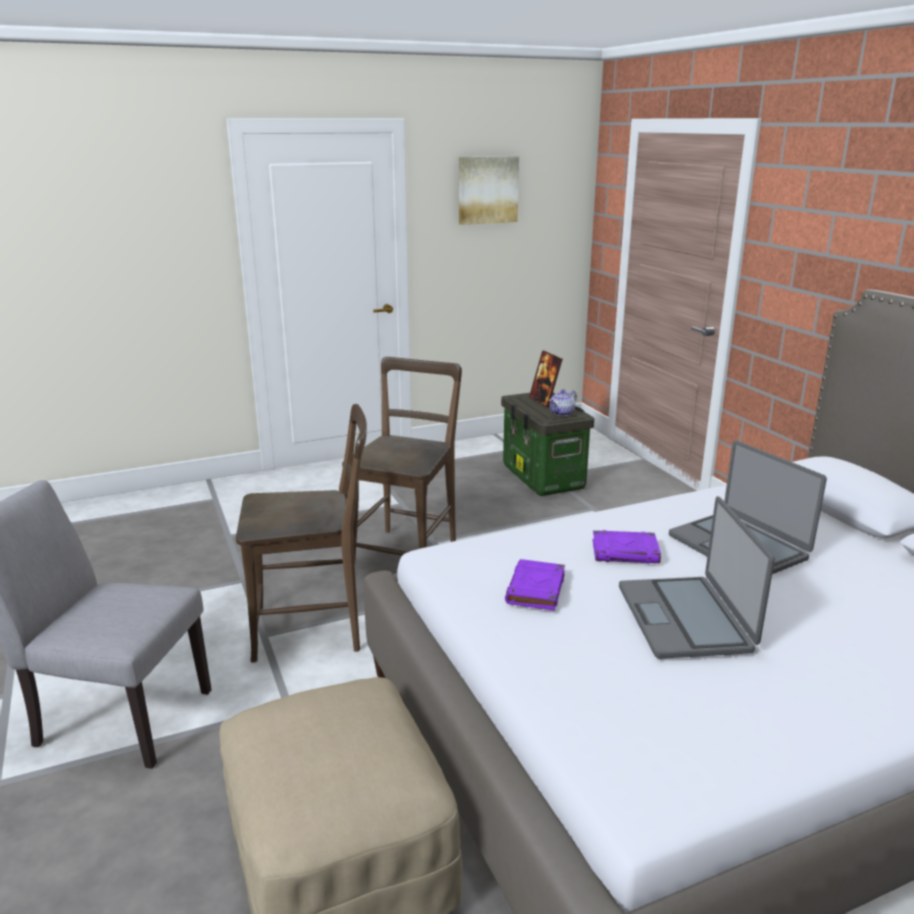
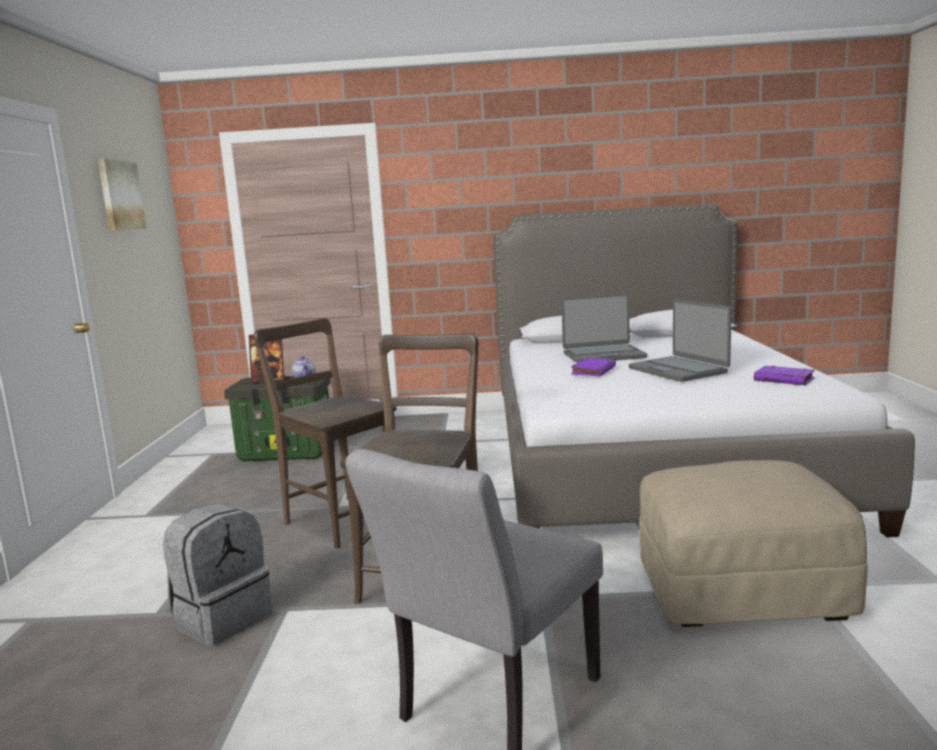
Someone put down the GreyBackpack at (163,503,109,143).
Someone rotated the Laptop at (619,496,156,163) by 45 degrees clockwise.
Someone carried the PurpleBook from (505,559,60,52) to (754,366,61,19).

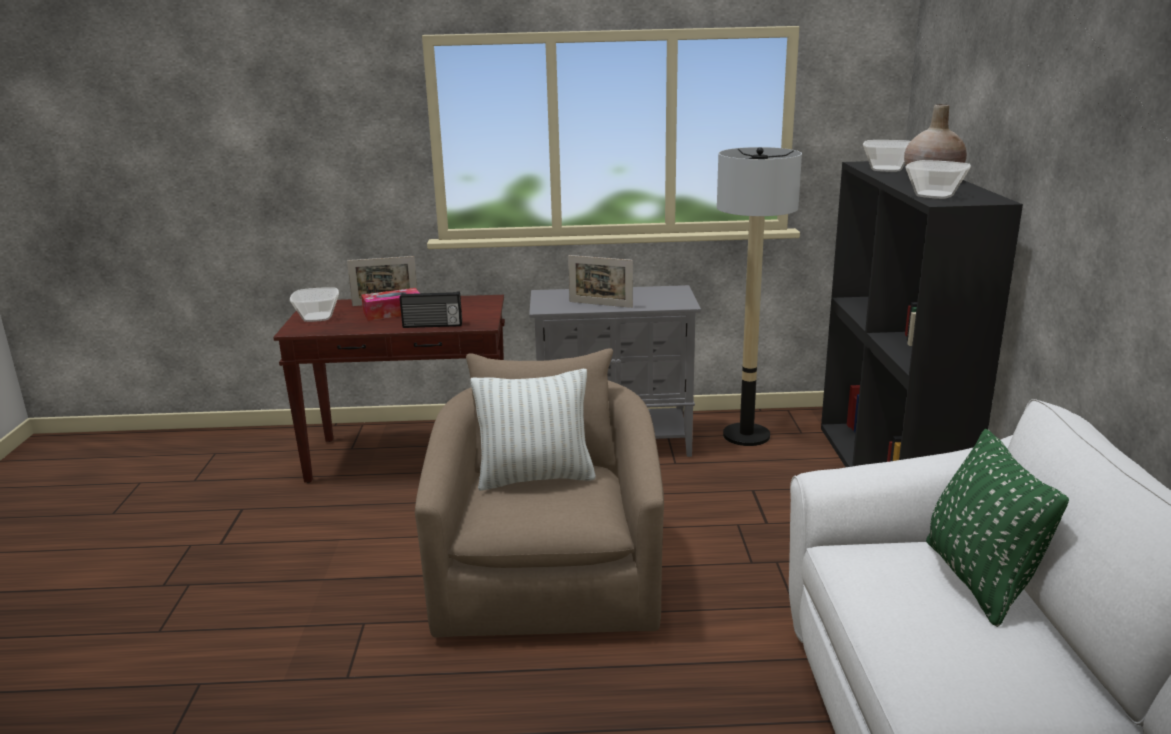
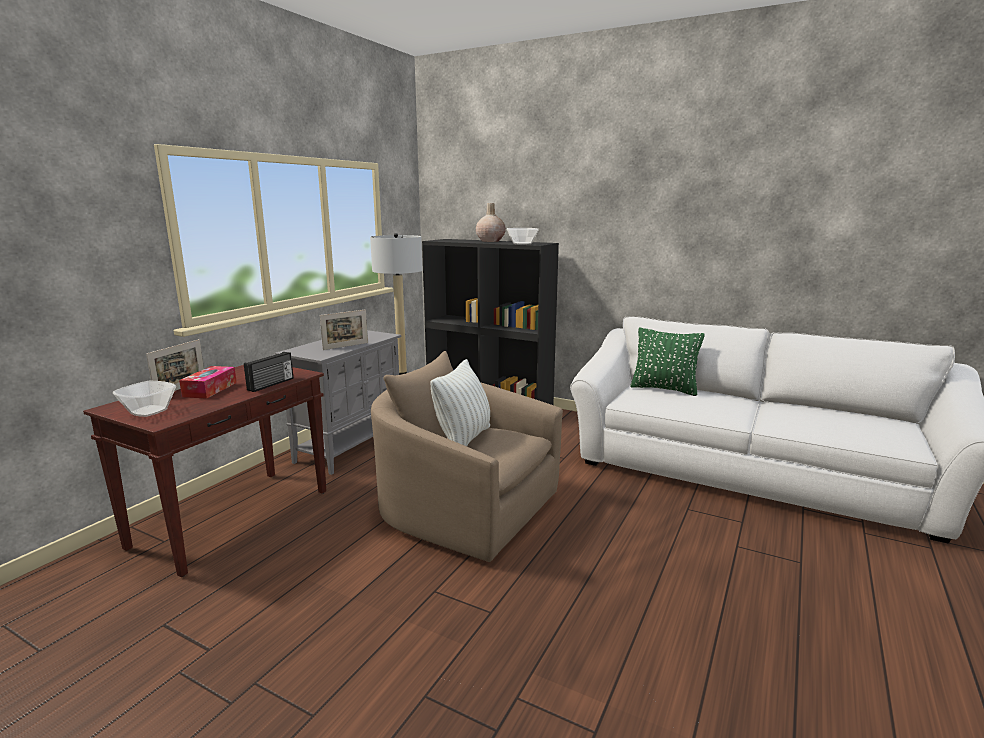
Someone took away the Bowl at (863,140,48,32).

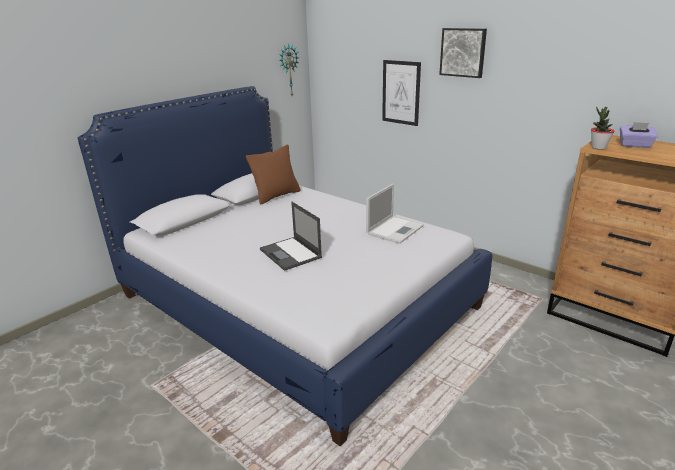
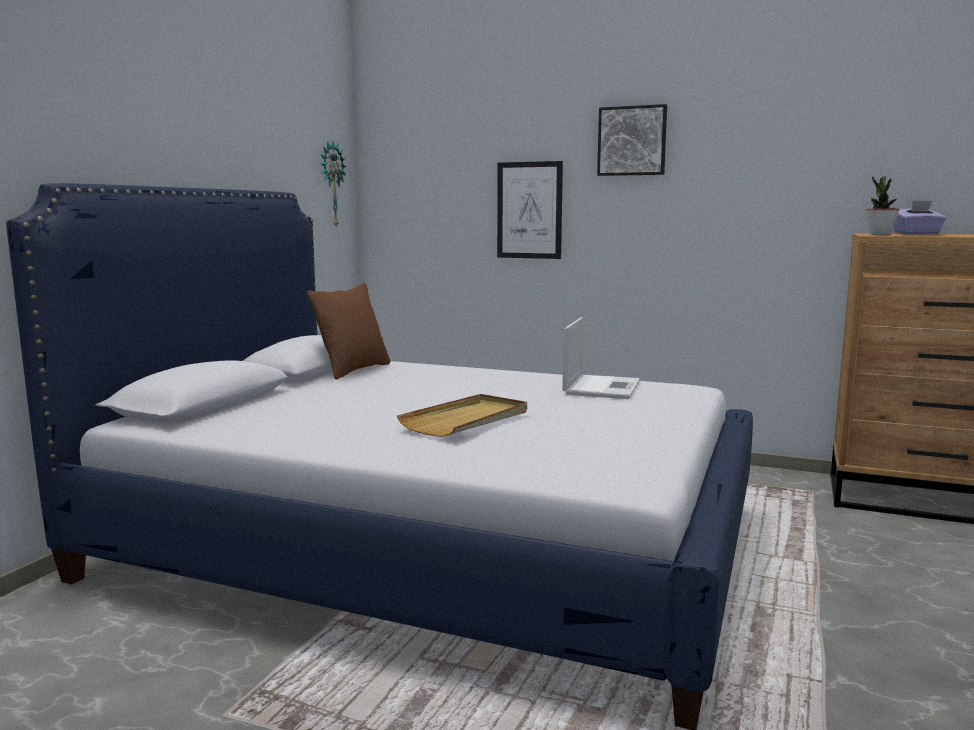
Someone swapped the Laptop at (260,202,62,69) for the BeigeTray at (397,394,130,43).

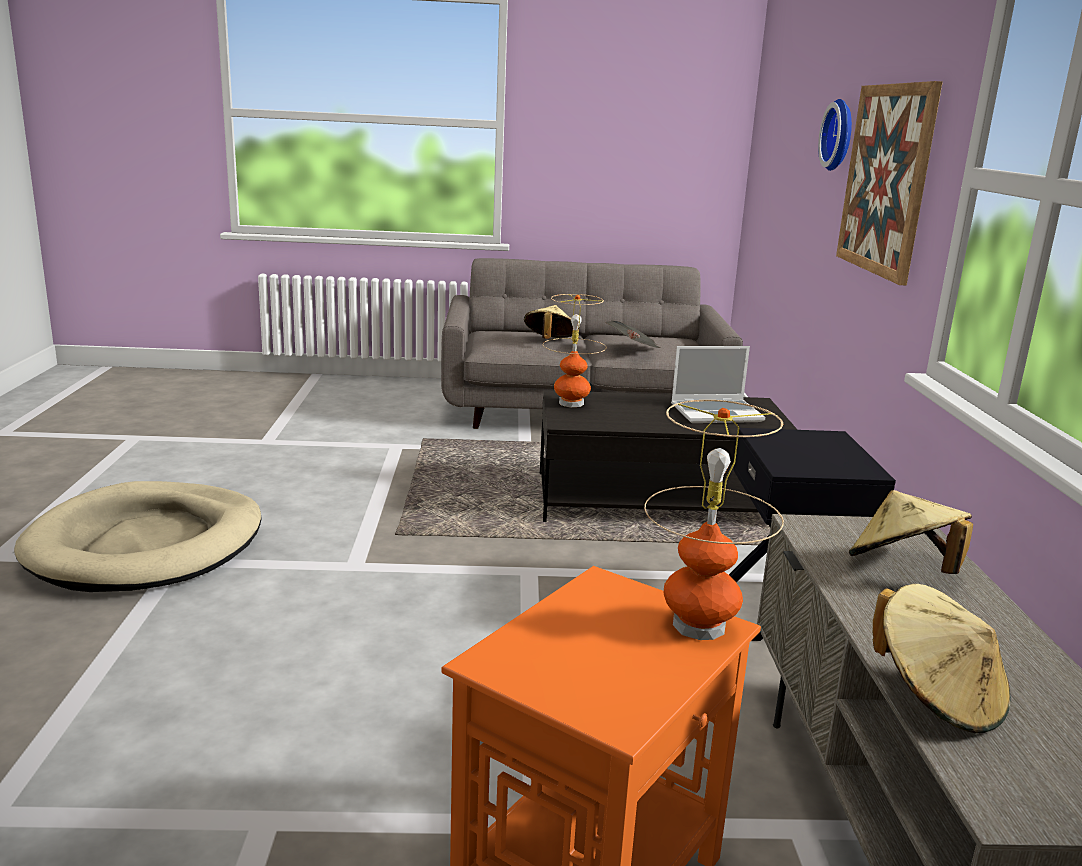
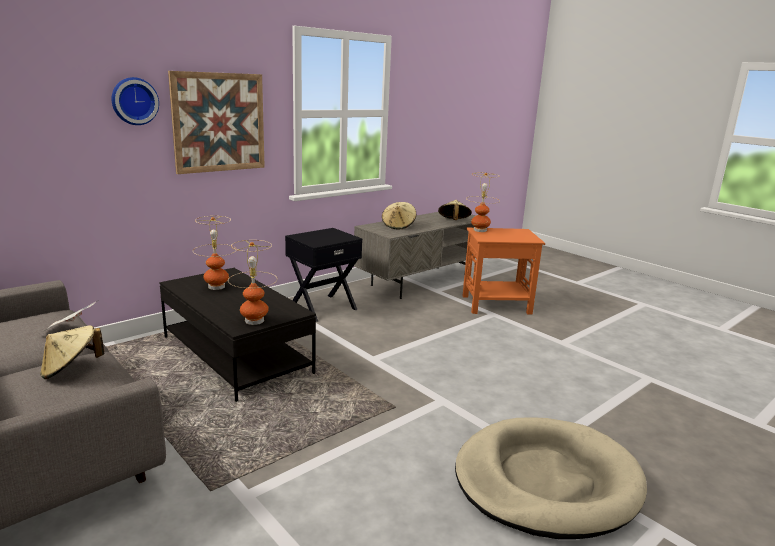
Someone swapped the Laptop at (671,346,94,77) for the TableLamp at (193,216,43,74).

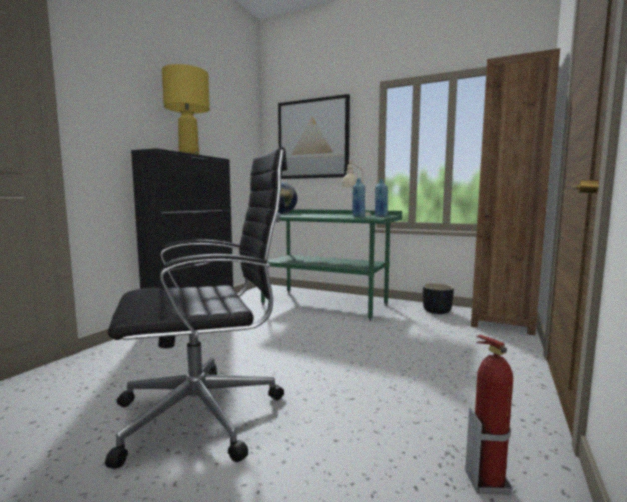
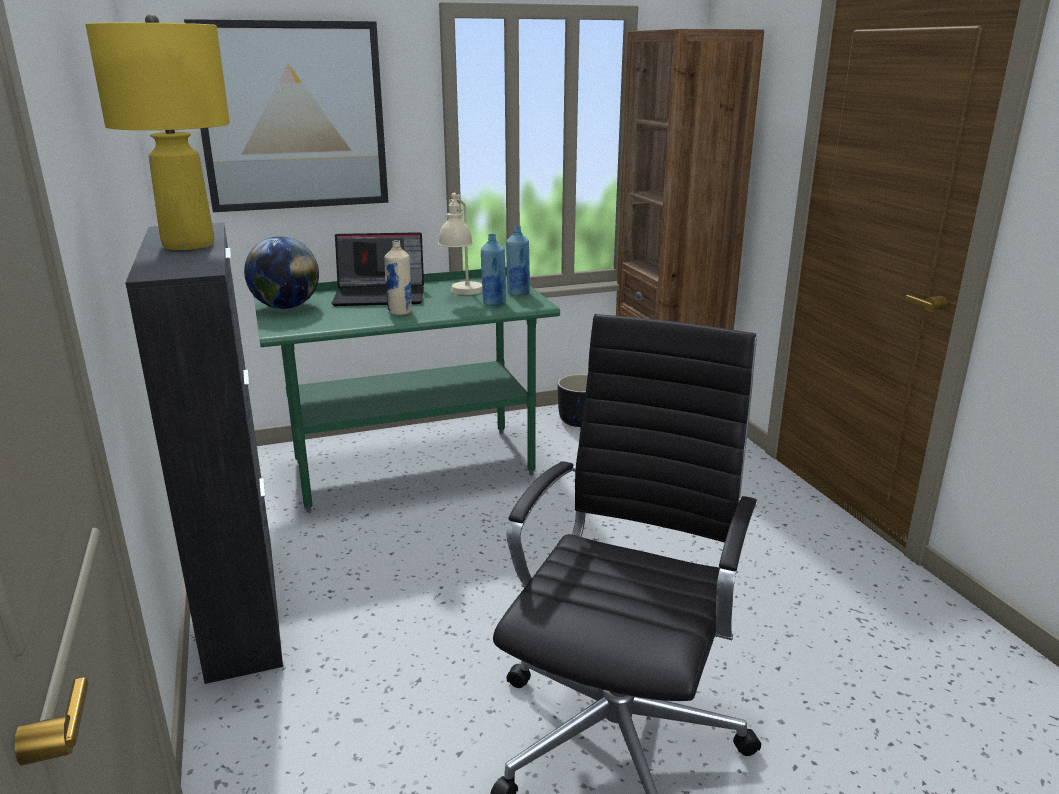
Someone put down the Laptop at (331,232,93,74).
Someone put down the BeigeBottle at (385,240,27,75).
Someone took away the FireExtinguisher at (465,335,48,160).

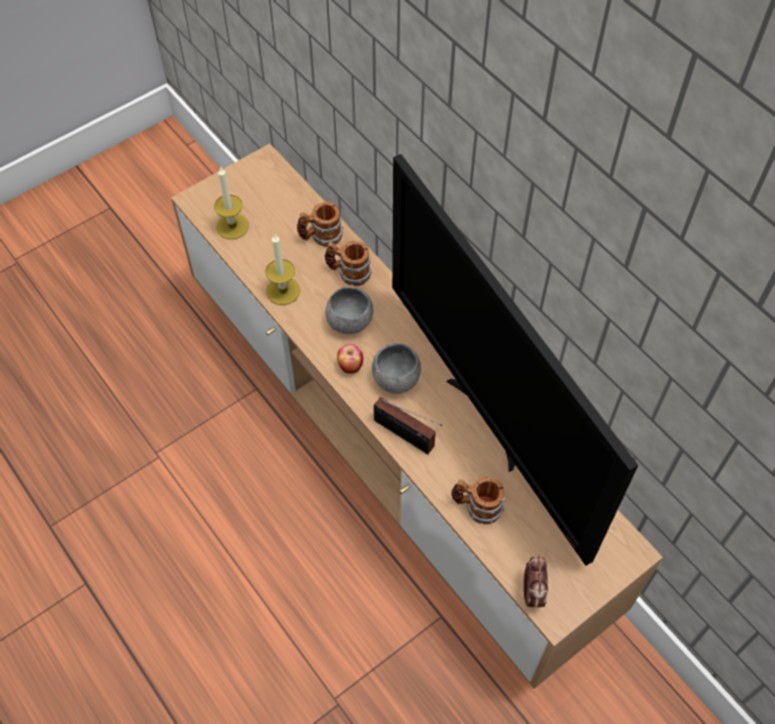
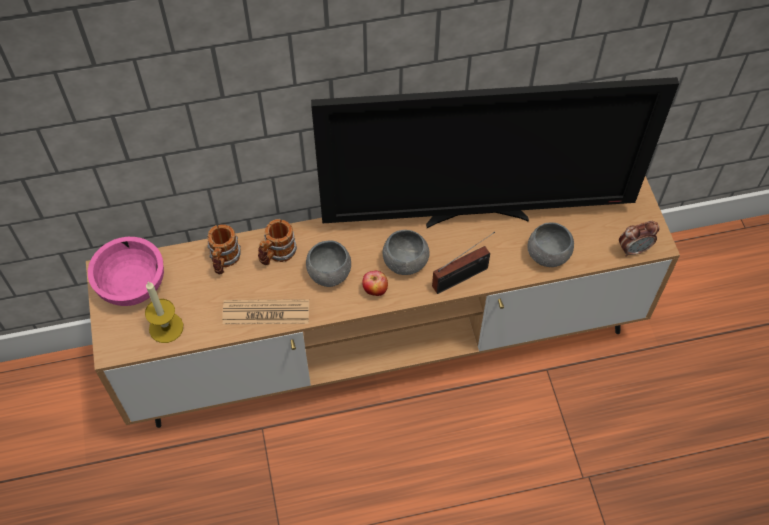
Someone put down the PinkBowl at (88,237,76,69).
Someone swapped the Candle at (265,233,35,72) for the Newspaper at (222,299,87,25).
Someone swapped the Mug at (451,477,54,47) for the GreyBowl at (528,223,46,44).
Someone rotated the AlarmClock at (524,555,24,52) by 135 degrees clockwise.

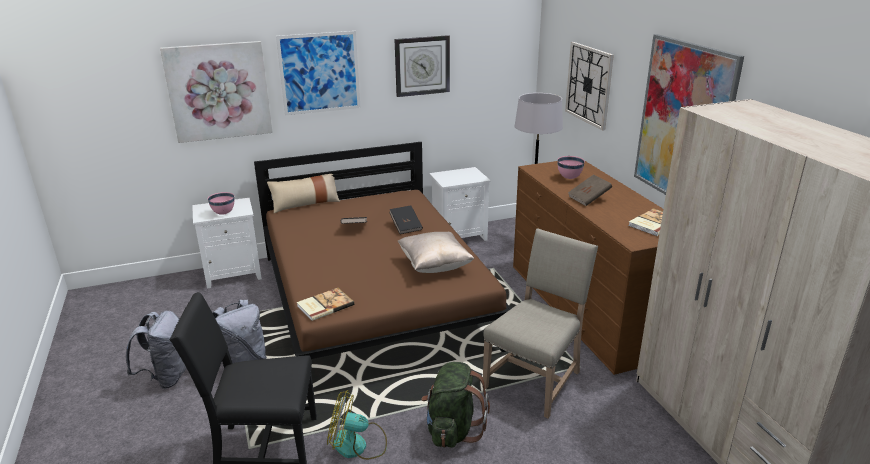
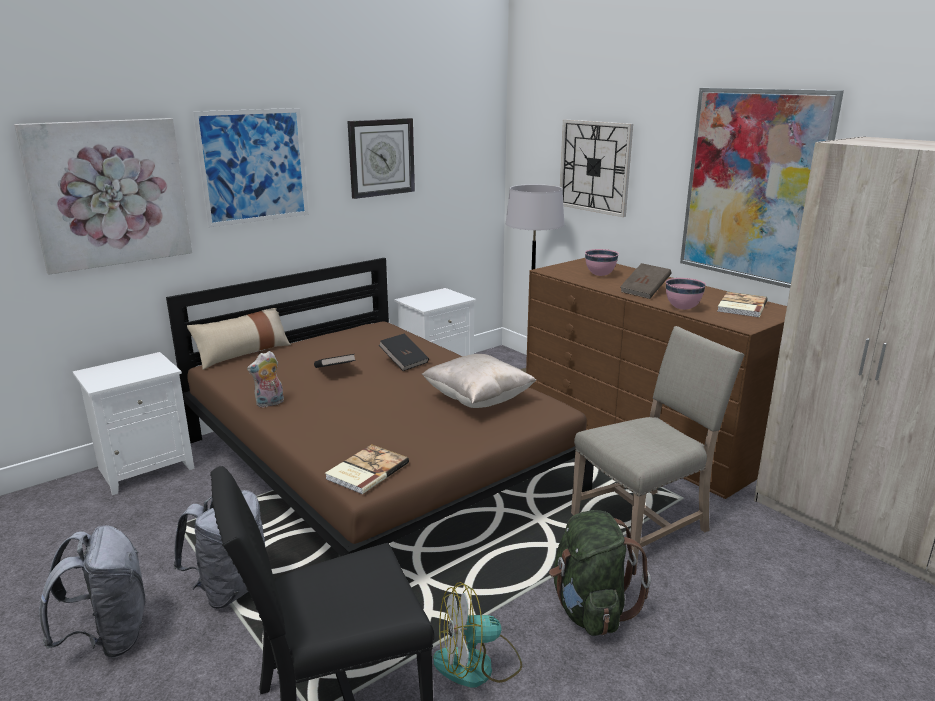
Someone put down the PlushToy at (247,351,37,57).
Someone rotated the BeigeChair at (482,228,116,190) by 45 degrees clockwise.
Someone carried the PinkBowl from (208,192,26,23) to (666,278,40,32).

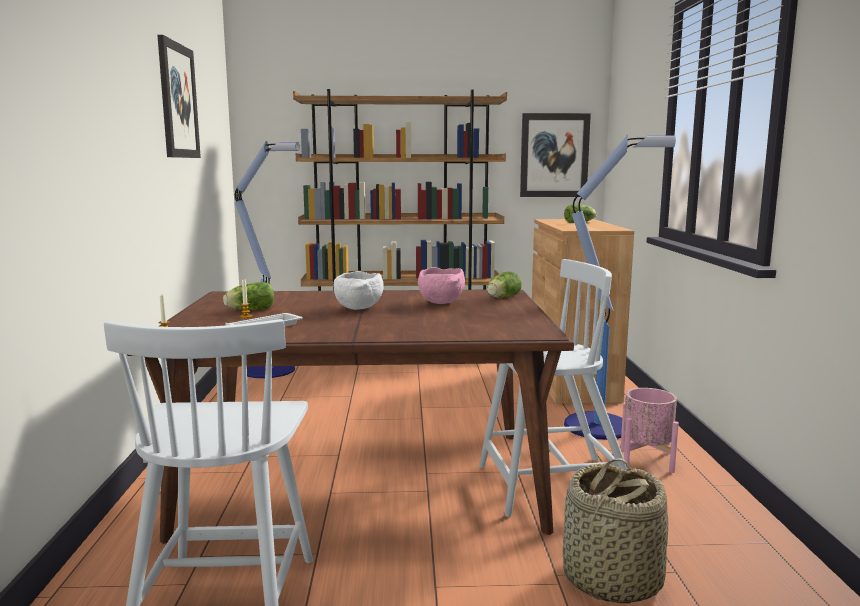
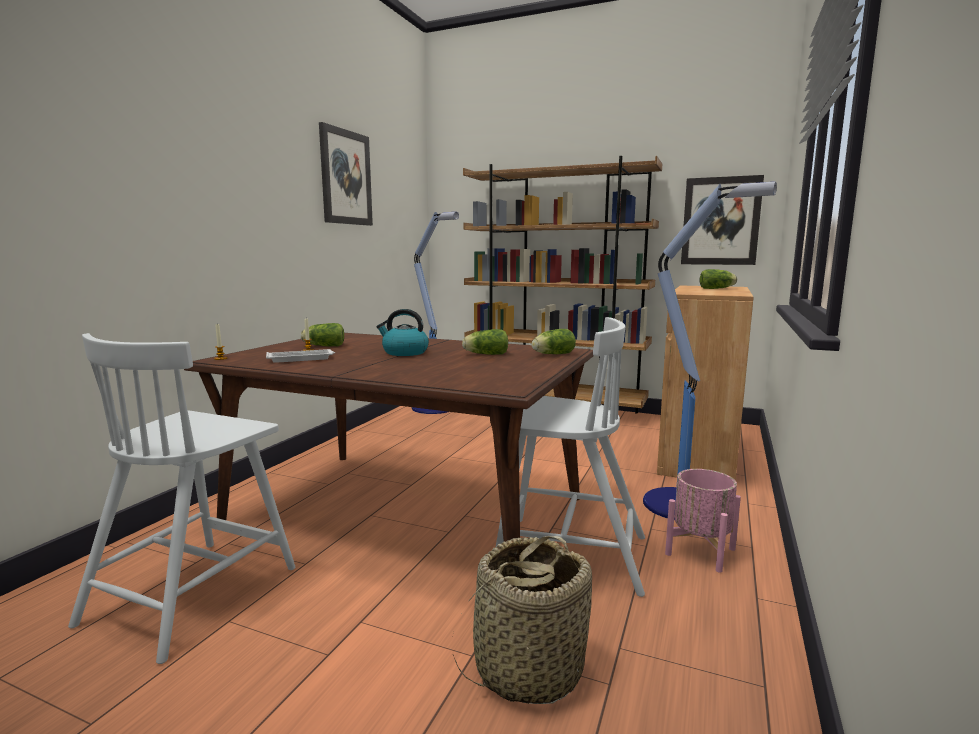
Someone swapped the WhiteBowl at (333,271,51,39) for the Kettle at (376,309,53,47).
Someone swapped the PinkBowl at (418,267,47,37) for the Lettuce at (462,329,46,26).

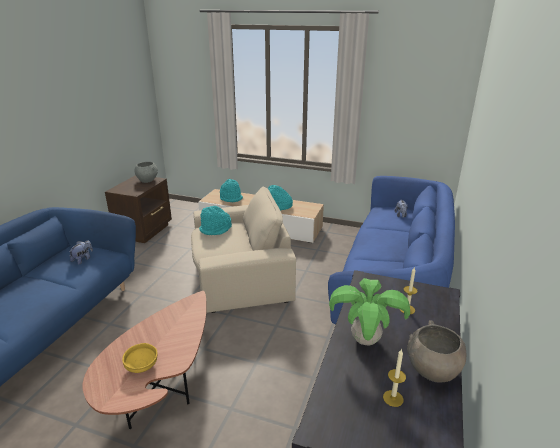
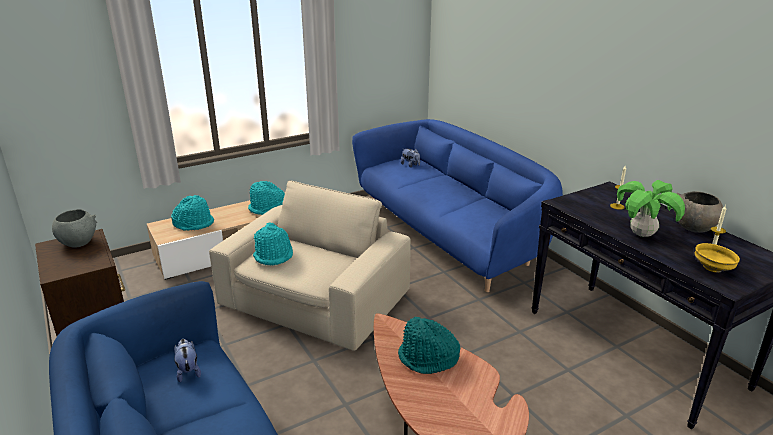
Someone put down the TurquoiseHat at (398,317,62,57).
Someone carried the YellowBowl from (122,343,36,30) to (695,243,45,30).

